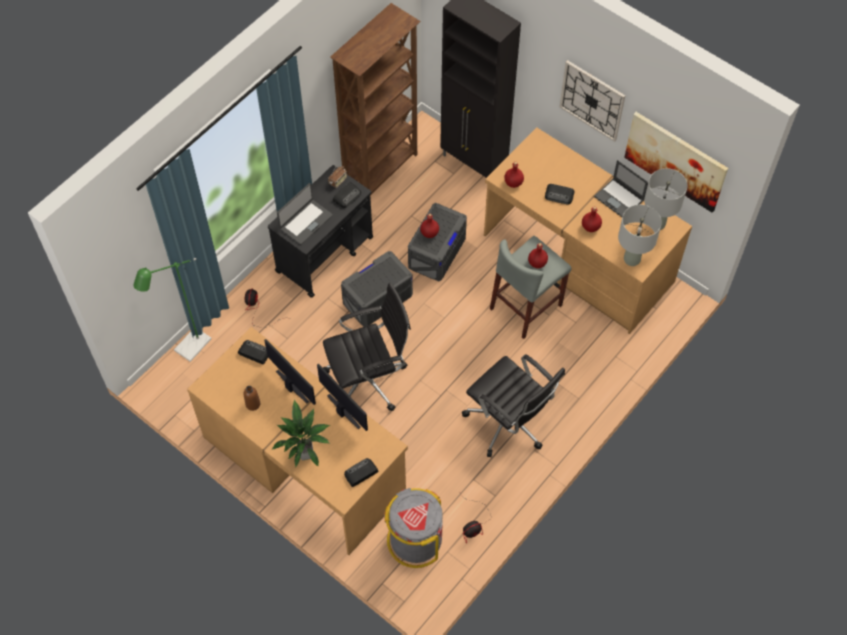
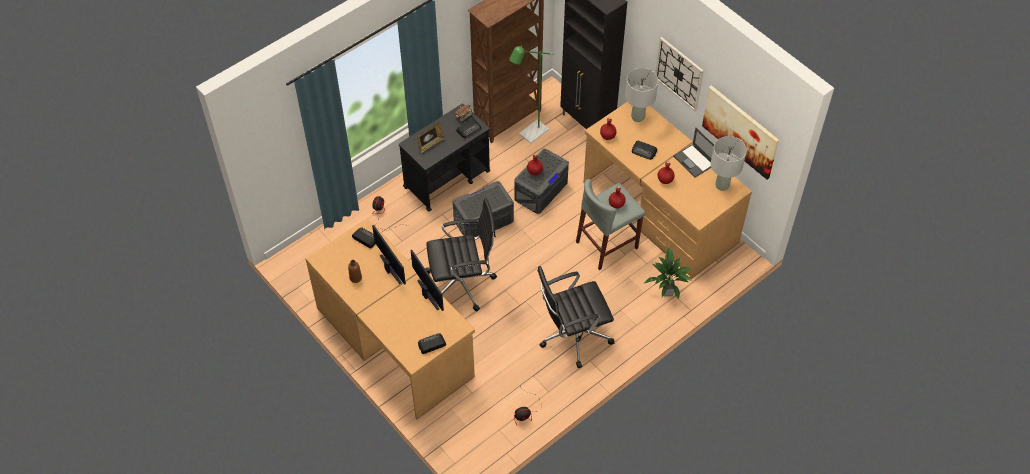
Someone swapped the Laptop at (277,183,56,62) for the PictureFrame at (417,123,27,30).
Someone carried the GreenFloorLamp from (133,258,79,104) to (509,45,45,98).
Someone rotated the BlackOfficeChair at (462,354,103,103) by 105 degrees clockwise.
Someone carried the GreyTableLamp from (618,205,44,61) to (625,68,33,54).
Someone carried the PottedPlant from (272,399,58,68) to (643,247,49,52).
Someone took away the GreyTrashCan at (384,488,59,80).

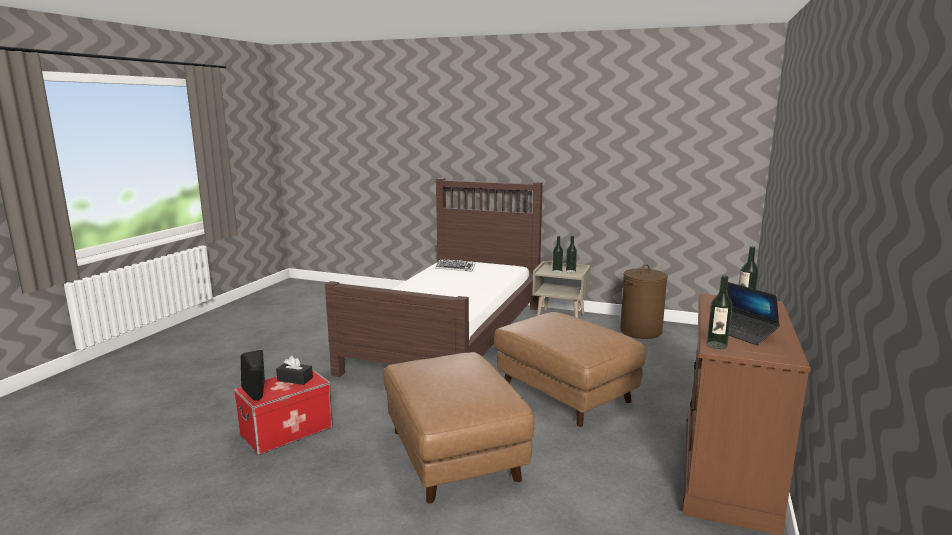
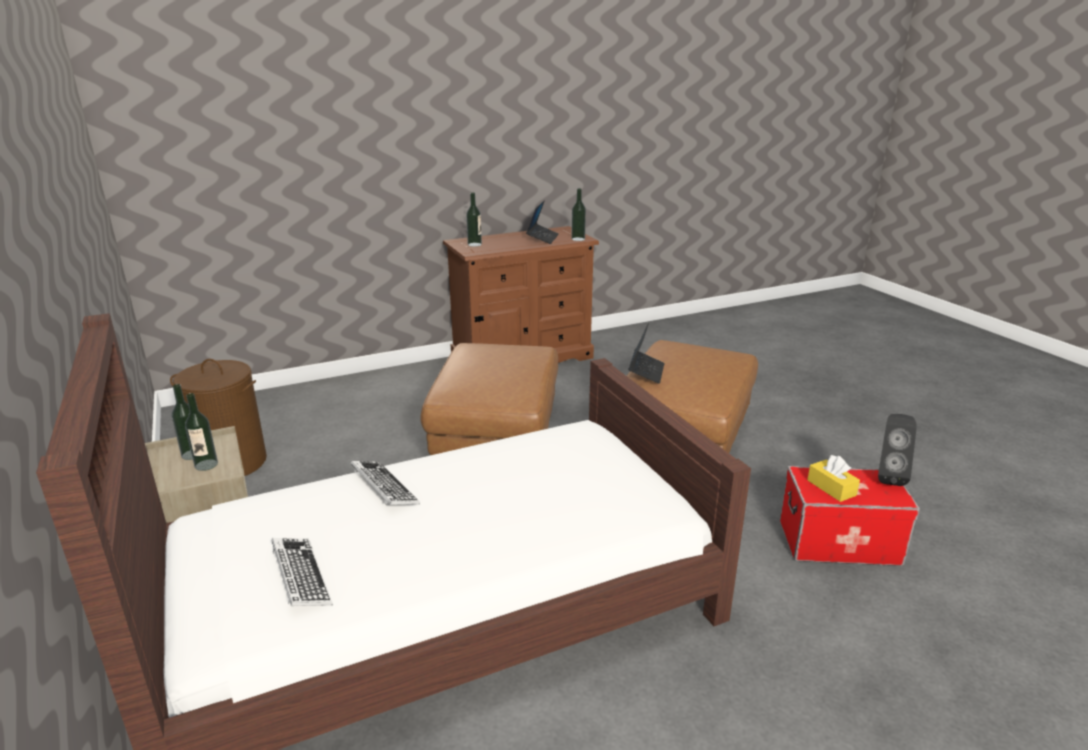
Someone put down the Keyboard at (351,461,69,44).
Someone put down the Laptop at (628,323,37,61).
Someone repainted the BlackTissueBox at (276,356,37,29), which became the YellowTissueBox at (807,455,53,47).

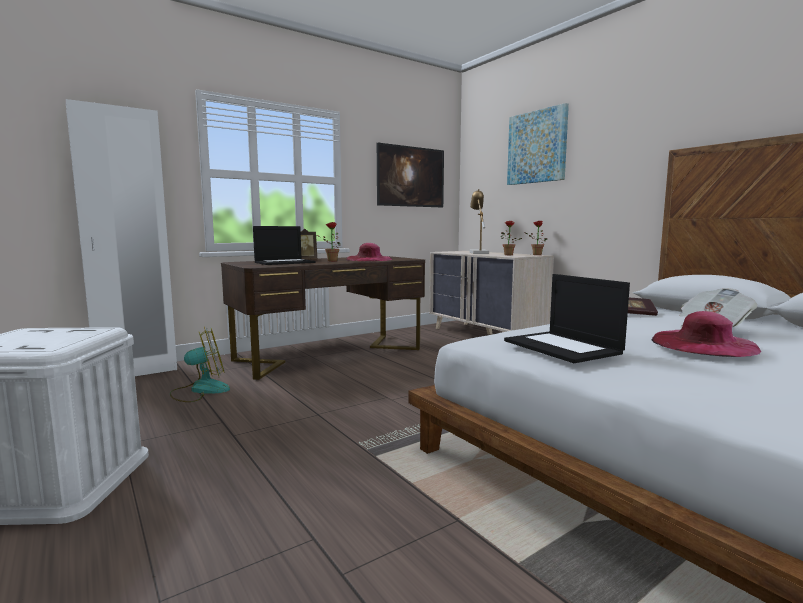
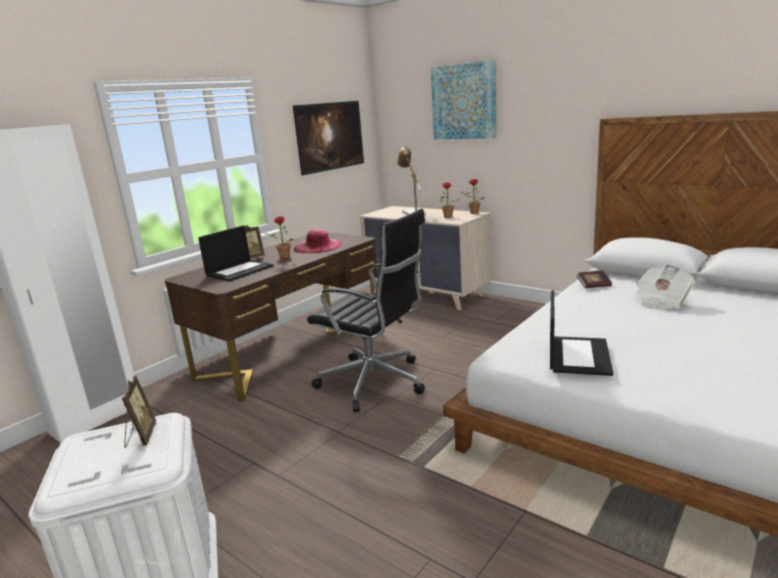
Someone put down the PictureFrame at (122,376,34,72).
Someone put down the BlackOfficeChair at (307,208,118,204).
Someone rotated the Laptop at (504,274,126,89) by 120 degrees counterclockwise.
Someone took away the Fan at (170,327,60,75).
Someone took away the PinkHat at (651,311,110,46).

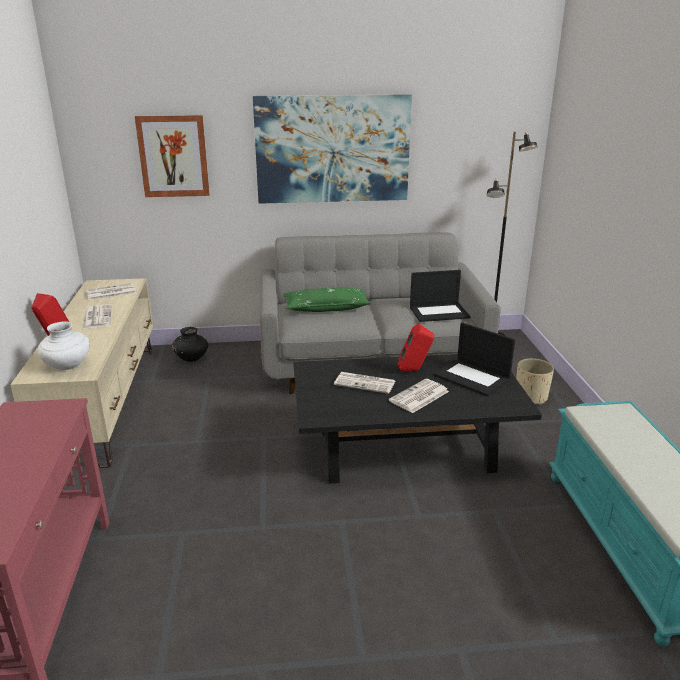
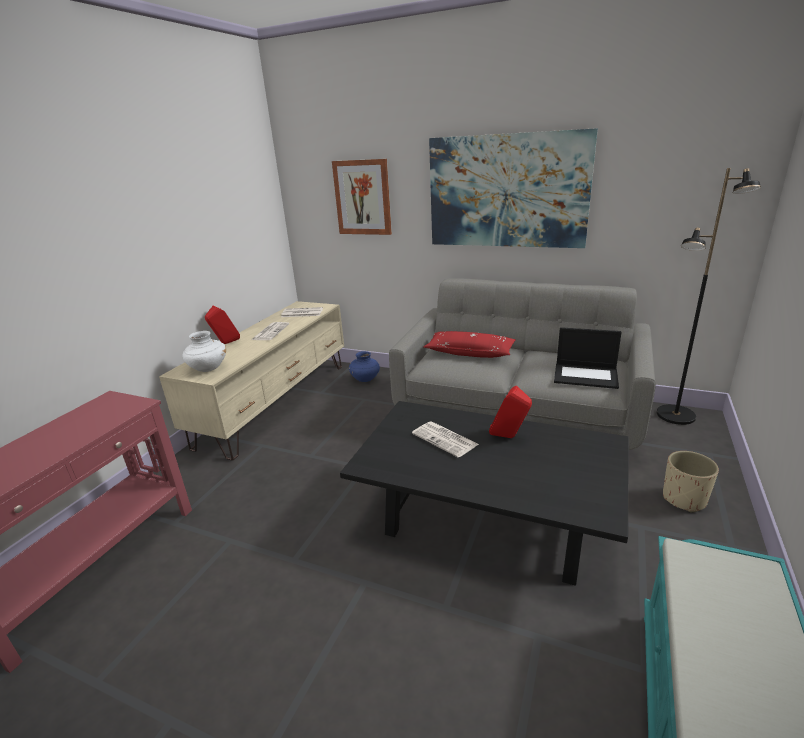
Someone repainted the BlackVase at (172,327,36,35), which became the BlueVase at (349,351,31,31).
Someone repainted the GreenPillow at (283,288,88,24), which became the RedPillow at (423,331,93,27).
Someone took away the Newspaper at (389,379,60,34).
Someone took away the Laptop at (434,322,81,74).

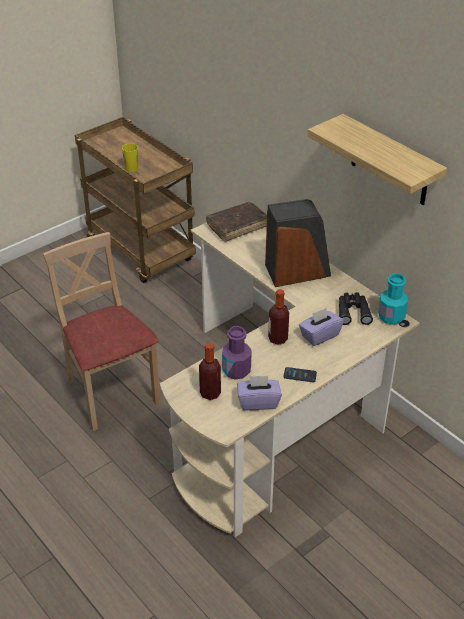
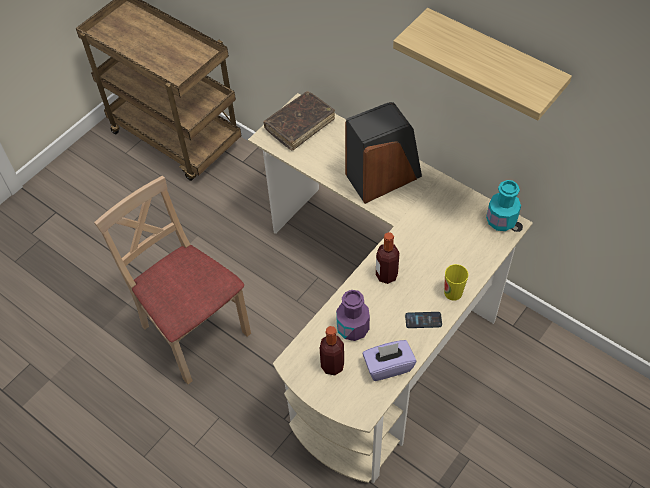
Someone carried the Cup from (122,143,16,29) to (444,264,25,37).
Someone took away the PurpleTissueBox at (299,308,45,38).
Someone took away the BlackBinoculars at (339,292,34,33).

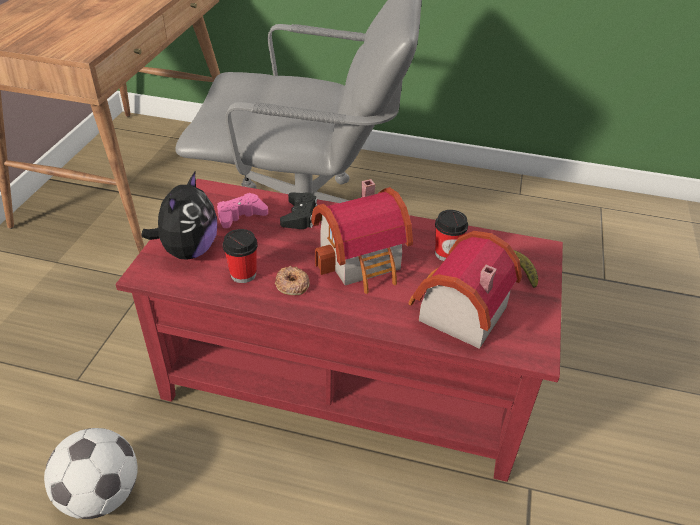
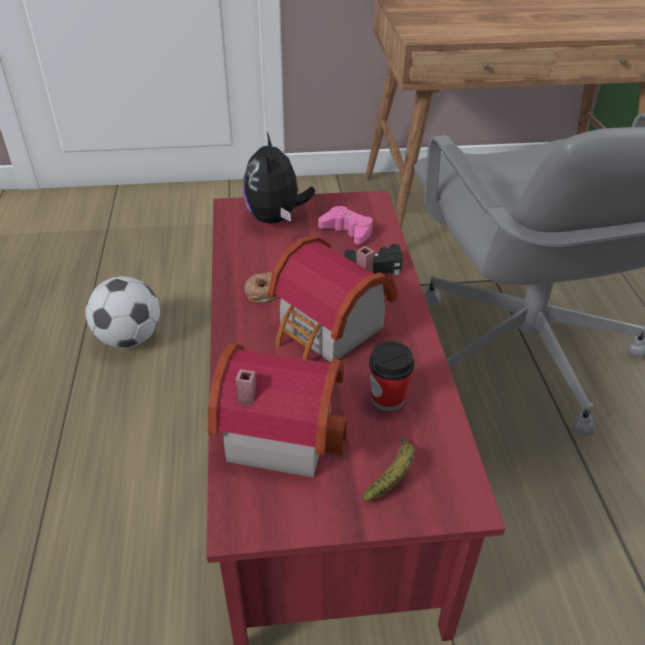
Someone rotated the PlushToy at (141,172,76,88) by 90 degrees clockwise.
Someone took away the Cup at (223,229,35,54).

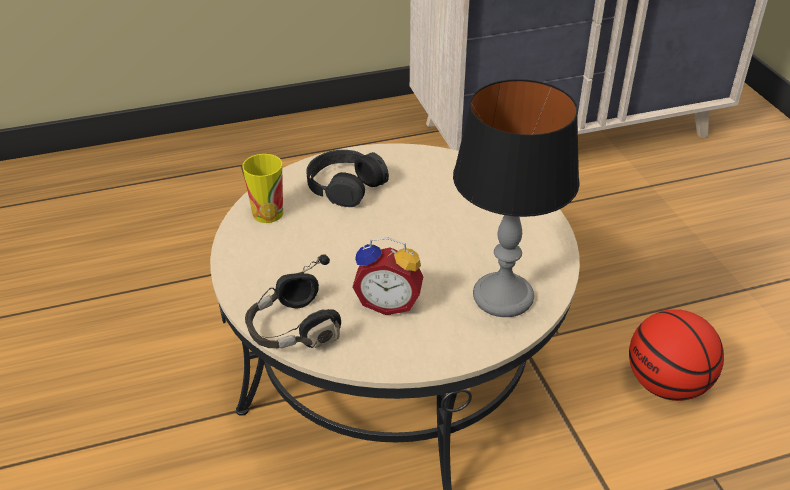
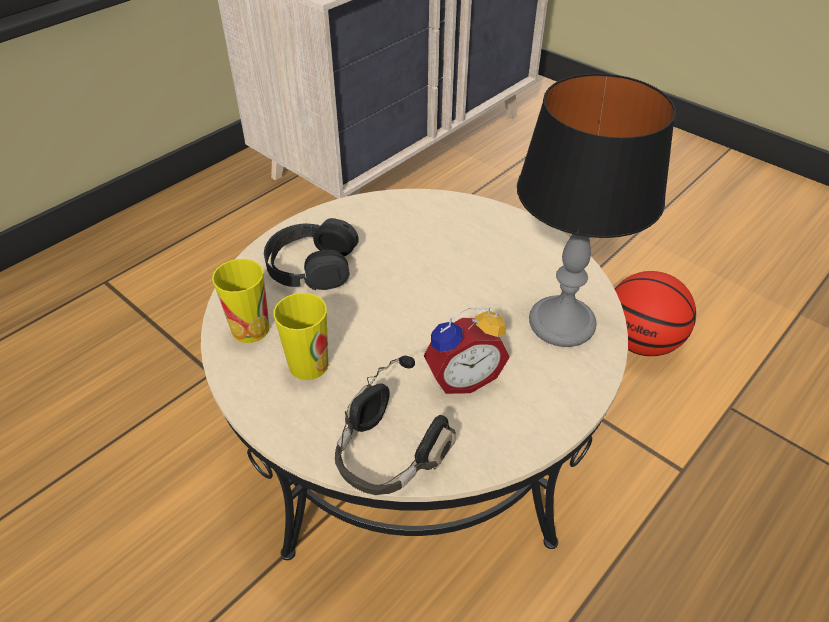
Someone put down the Cup at (273,293,55,87).

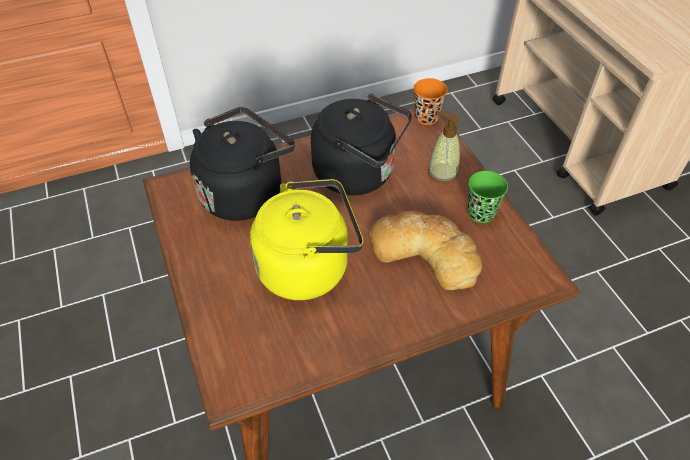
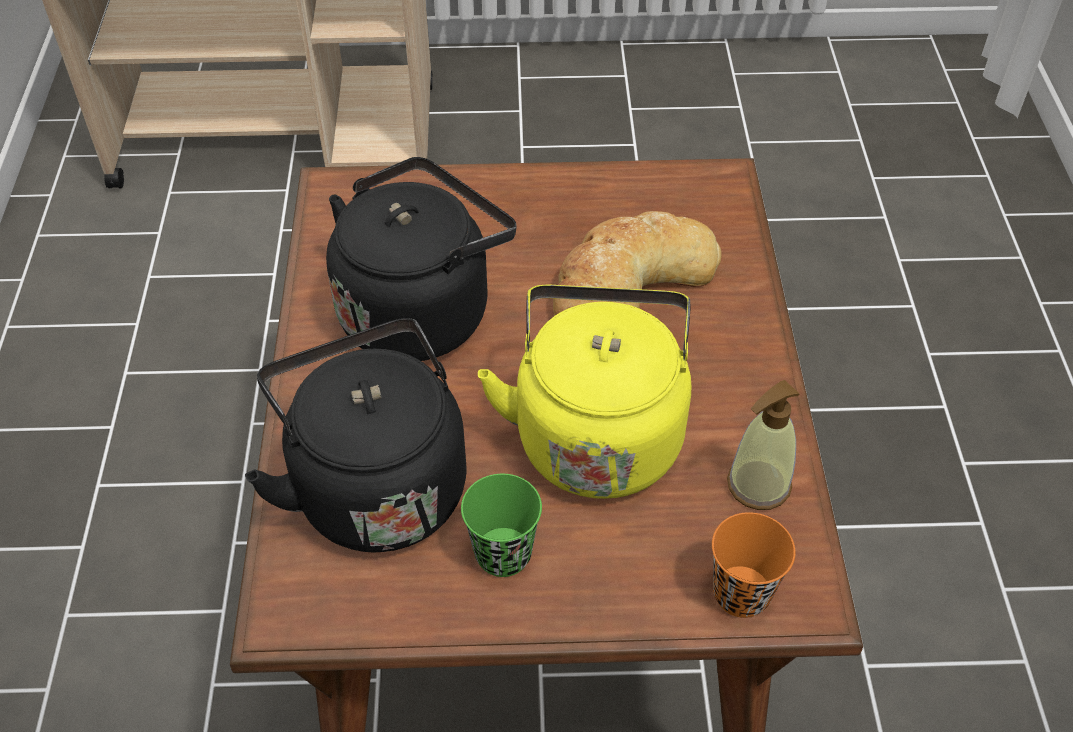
Someone carried the GreenCup from (468,171,40,52) to (461,474,81,103).
Someone carried the OrangeCup from (414,78,33,47) to (712,512,83,106).
Someone carried the SoapDispenser from (428,111,33,72) to (727,380,73,130).

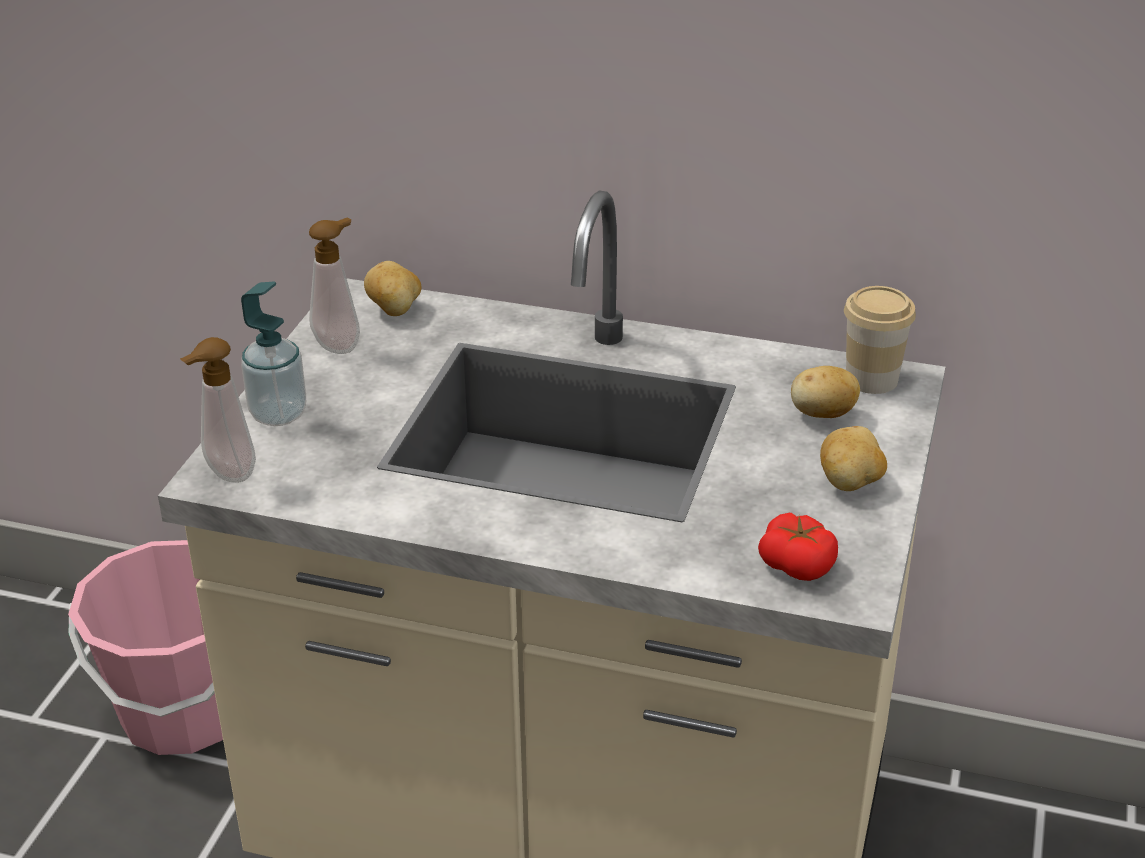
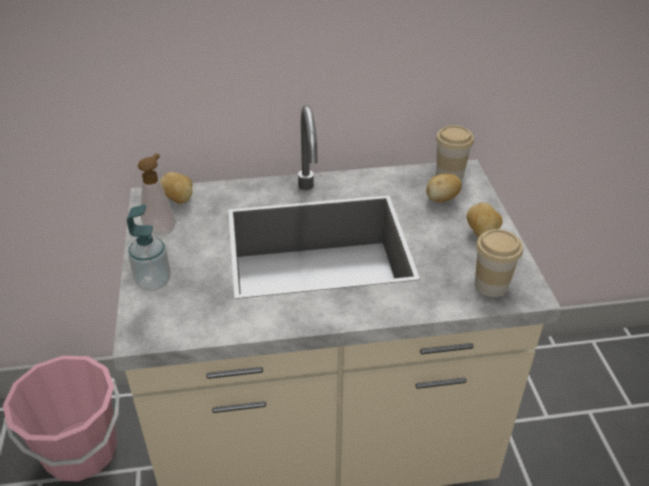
Someone swapped the Tomato at (758,513,80,68) for the Cup at (475,229,48,68).
Someone took away the SoapDispenser at (180,337,76,146).

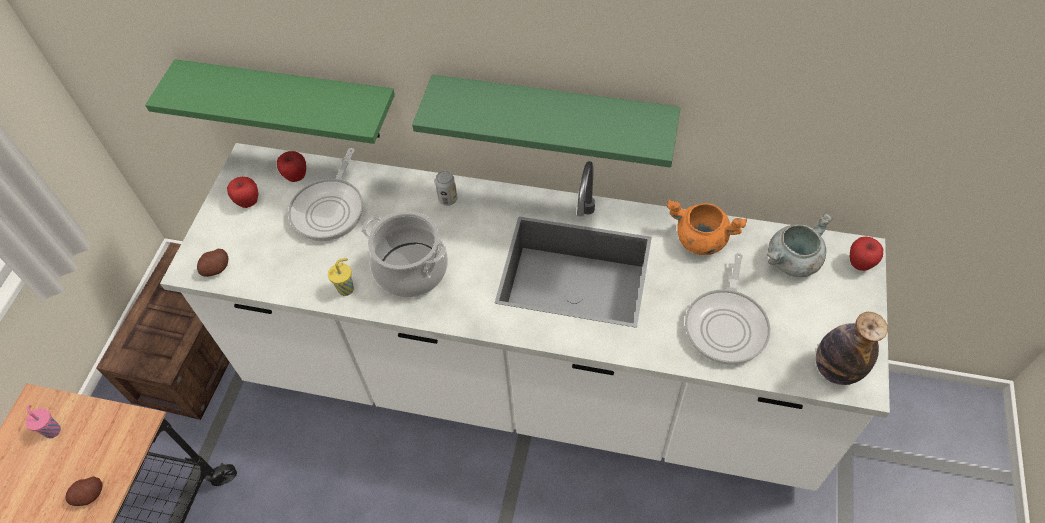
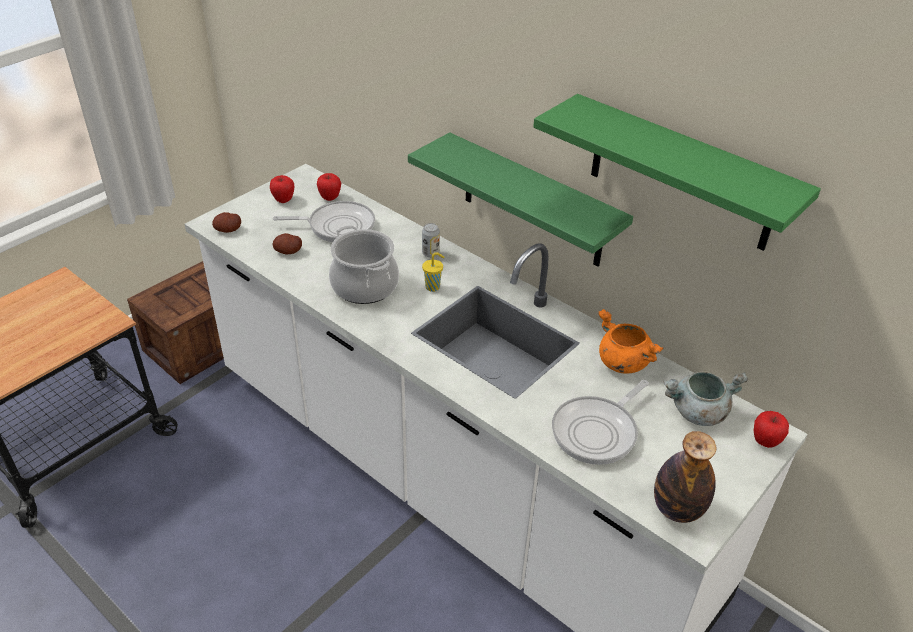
Someone carried the Potato from (65,477,37,29) to (272,233,30,21).
Someone rotated the FryingPan at (288,148,75,93) by 135 degrees counterclockwise.
Someone carried the YellowCup from (328,258,26,38) to (422,252,22,40).
Someone carried the GreenShelf from (145,59,250,85) to (533,94,288,157).
Someone took away the PinkCup at (26,405,35,33).

